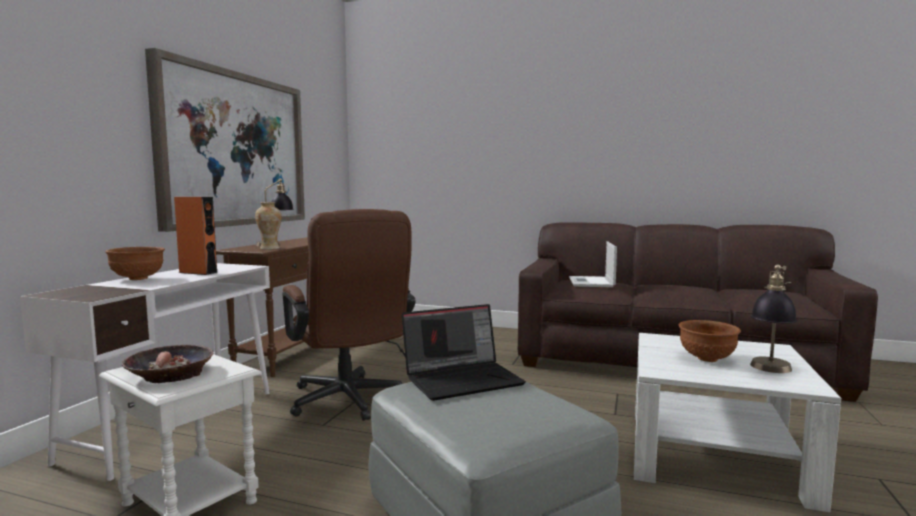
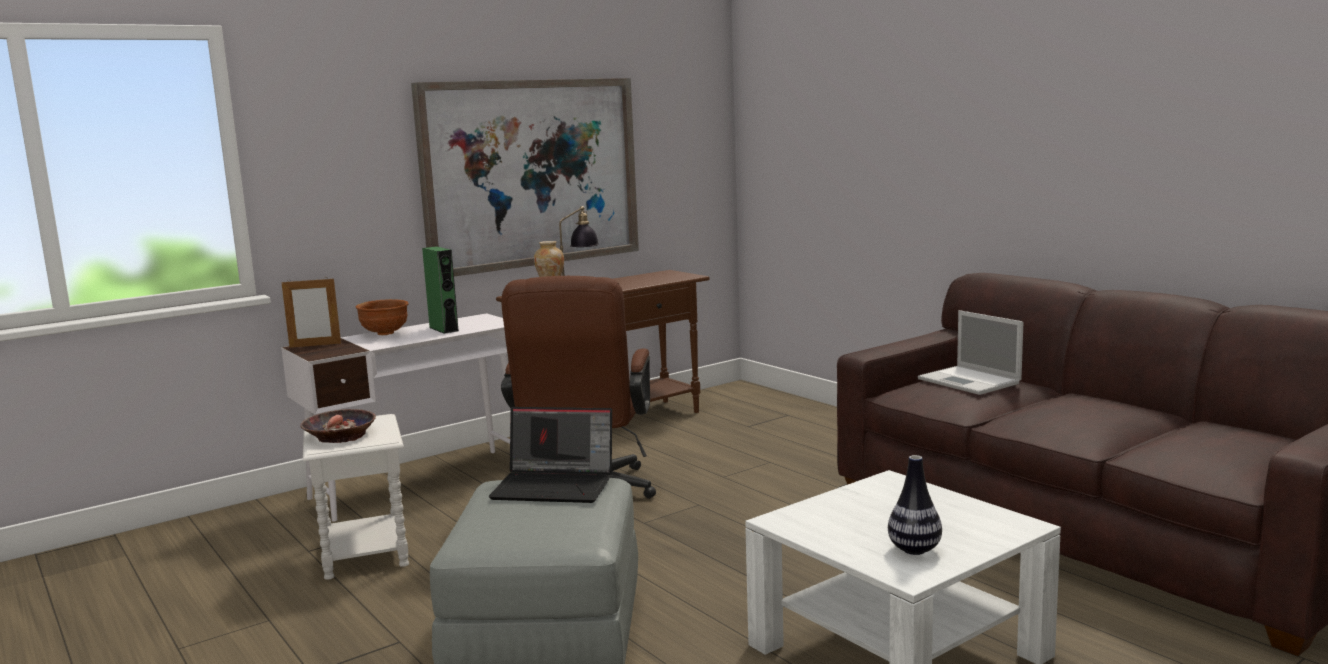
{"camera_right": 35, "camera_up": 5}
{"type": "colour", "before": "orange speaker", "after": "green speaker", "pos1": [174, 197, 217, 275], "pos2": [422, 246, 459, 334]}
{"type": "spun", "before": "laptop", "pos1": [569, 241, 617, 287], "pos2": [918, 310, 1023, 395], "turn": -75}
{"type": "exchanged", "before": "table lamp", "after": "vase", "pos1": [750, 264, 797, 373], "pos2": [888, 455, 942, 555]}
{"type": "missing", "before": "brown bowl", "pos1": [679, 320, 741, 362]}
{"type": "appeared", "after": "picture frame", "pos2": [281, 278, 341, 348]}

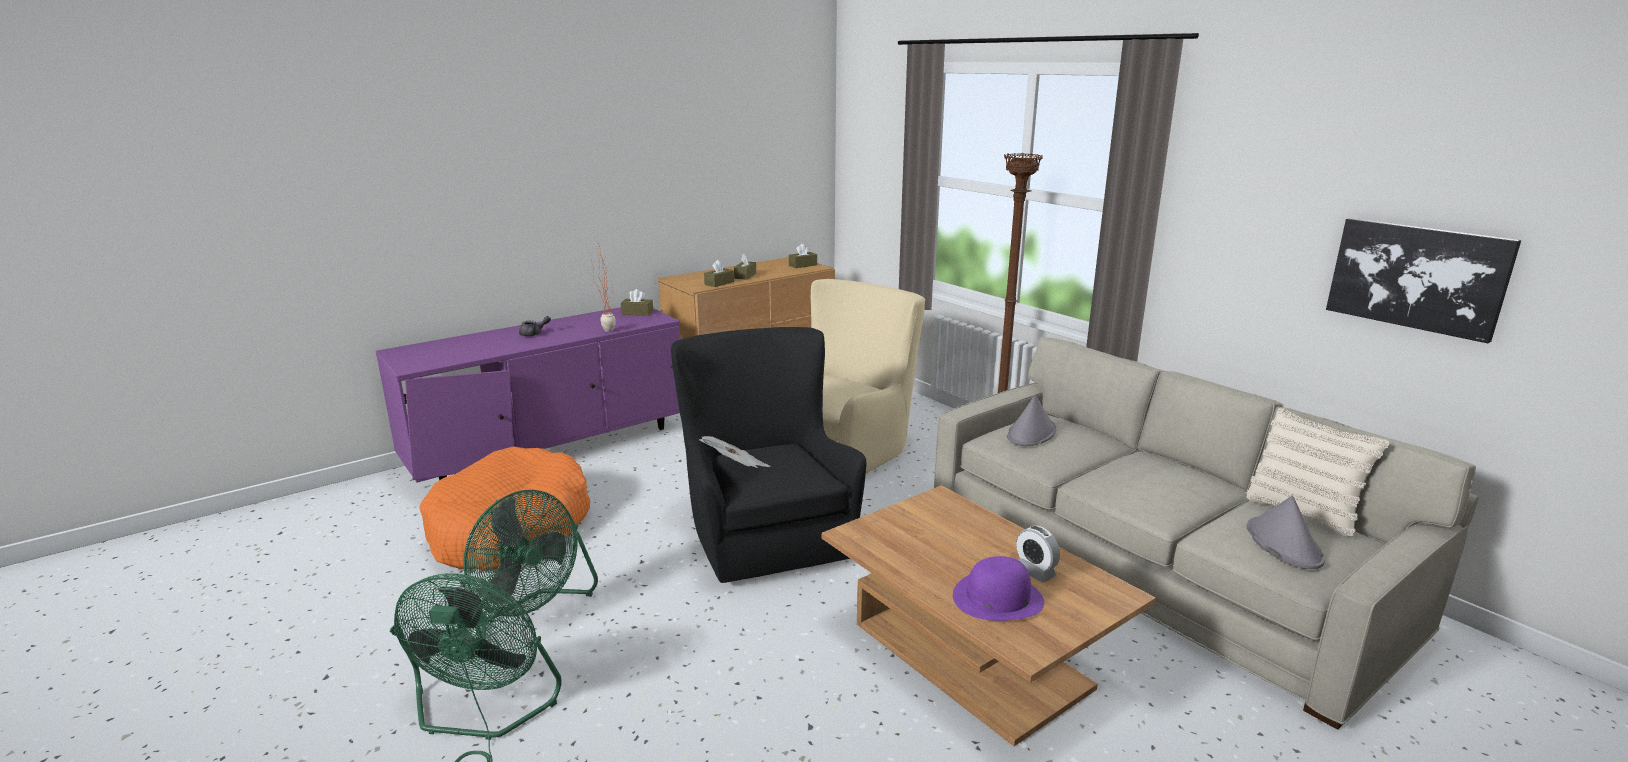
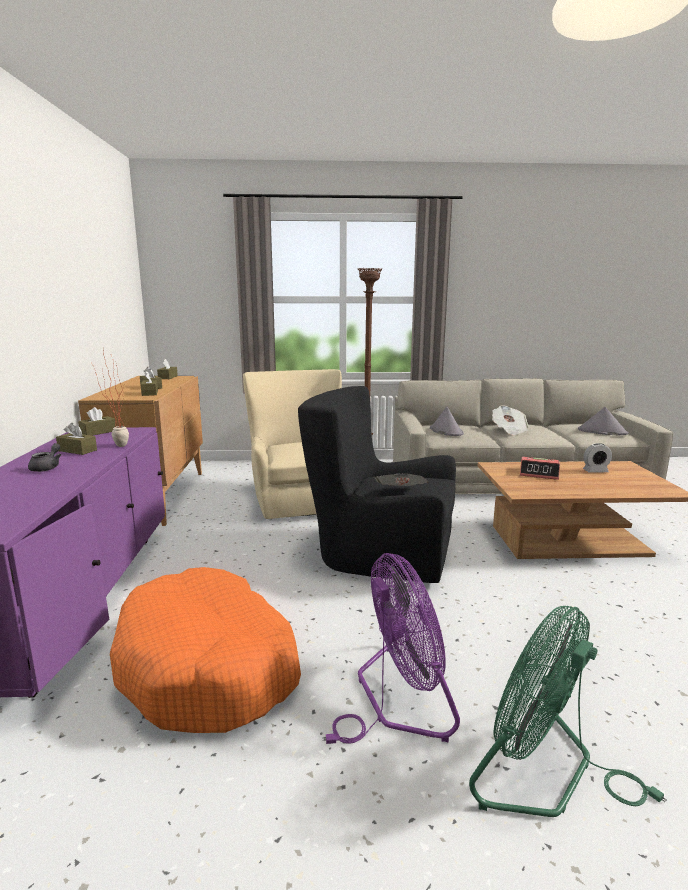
{"camera_right": -55, "camera_up": -5}
{"type": "missing", "before": "picture", "pos1": [1326, 218, 1521, 343]}
{"type": "missing", "before": "beige pillow", "pos1": [1247, 408, 1389, 537]}
{"type": "colour", "before": "green fan", "after": "purple fan", "pos1": [459, 490, 598, 639], "pos2": [323, 553, 460, 744]}
{"type": "missing", "before": "purple hat", "pos1": [953, 556, 1044, 621]}
{"type": "appeared", "after": "newspaper", "pos2": [492, 405, 529, 435]}
{"type": "appeared", "after": "brown tissue box", "pos2": [56, 423, 97, 455]}
{"type": "appeared", "after": "alarm clock", "pos2": [520, 457, 560, 480]}

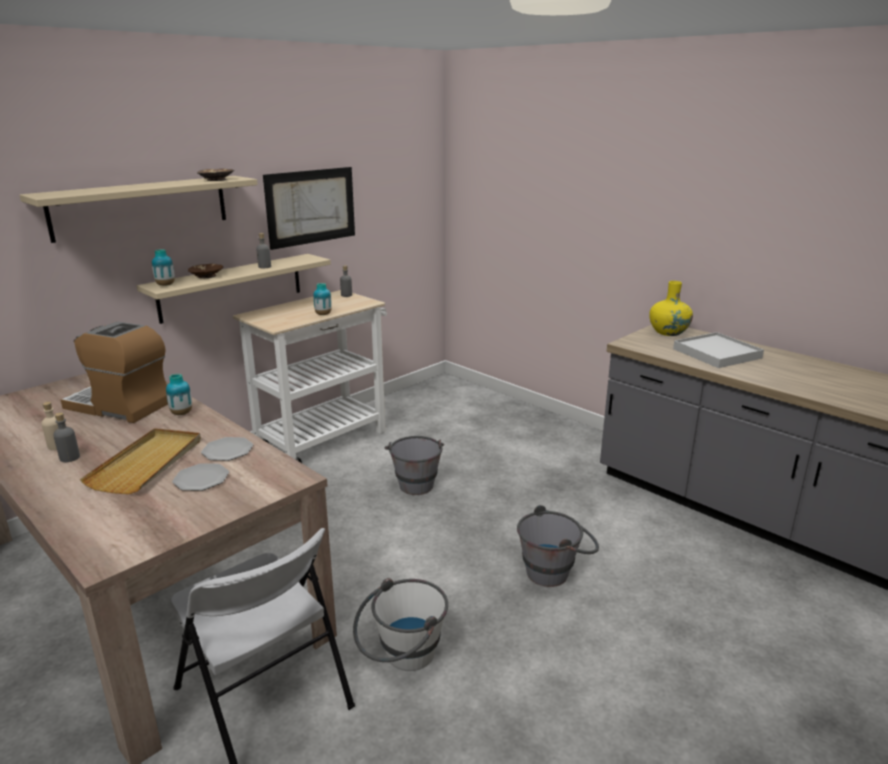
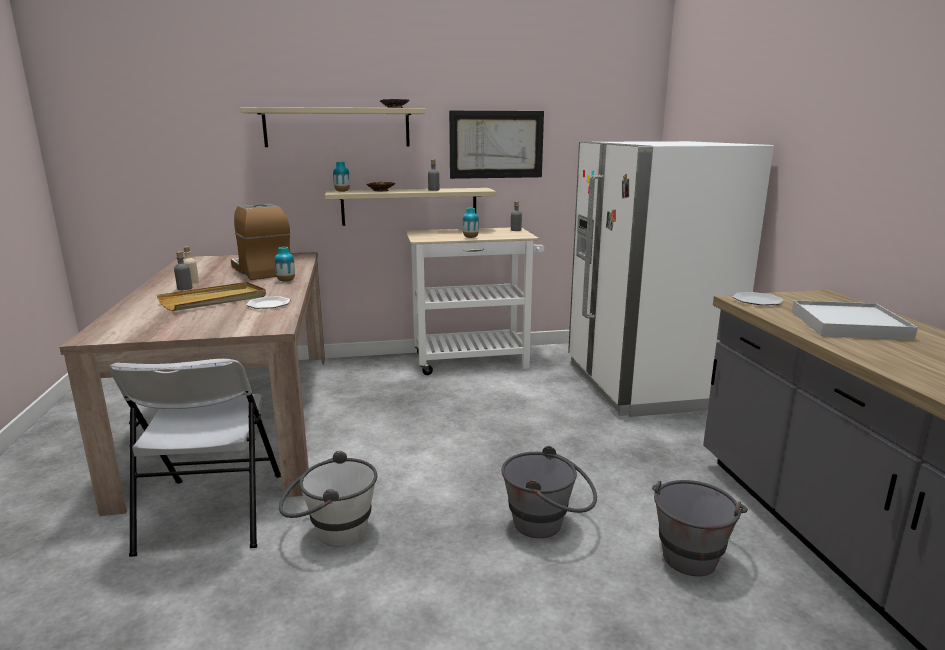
{"camera_right": 35, "camera_up": -5}
{"type": "missing", "before": "yellow vase", "pos1": [649, 281, 693, 336]}
{"type": "relocated", "before": "grey bucket", "pos1": [385, 436, 444, 495], "pos2": [652, 480, 748, 576]}
{"type": "relocated", "before": "plate", "pos1": [172, 463, 229, 491], "pos2": [732, 292, 784, 305]}
{"type": "appeared", "after": "white fridge", "pos2": [568, 141, 774, 417]}

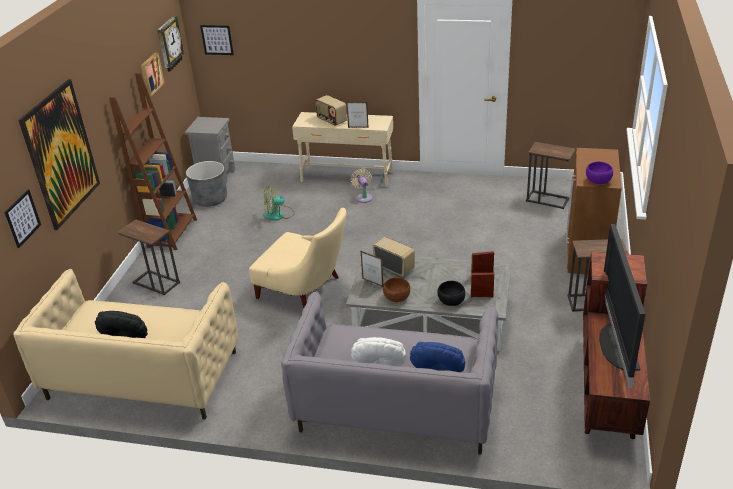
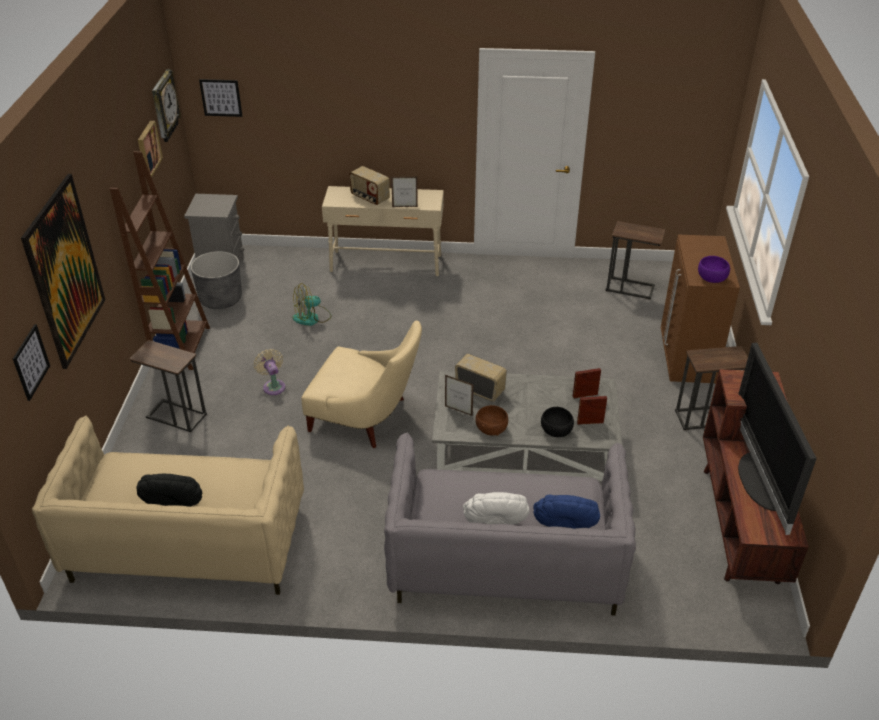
{"camera_right": -10, "camera_up": 5}
{"type": "relocated", "before": "beige fan", "pos1": [351, 168, 373, 203], "pos2": [254, 349, 286, 395]}

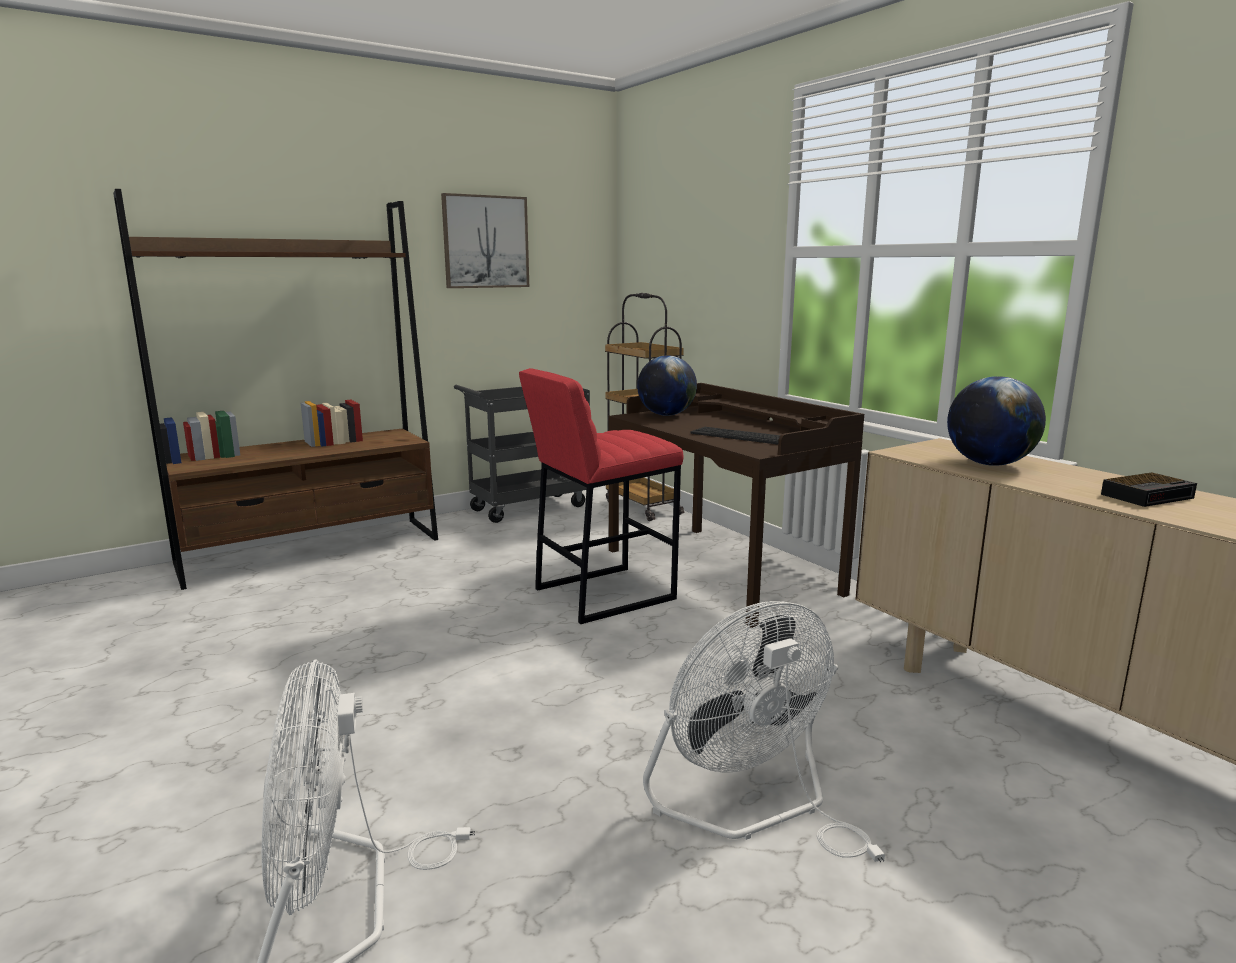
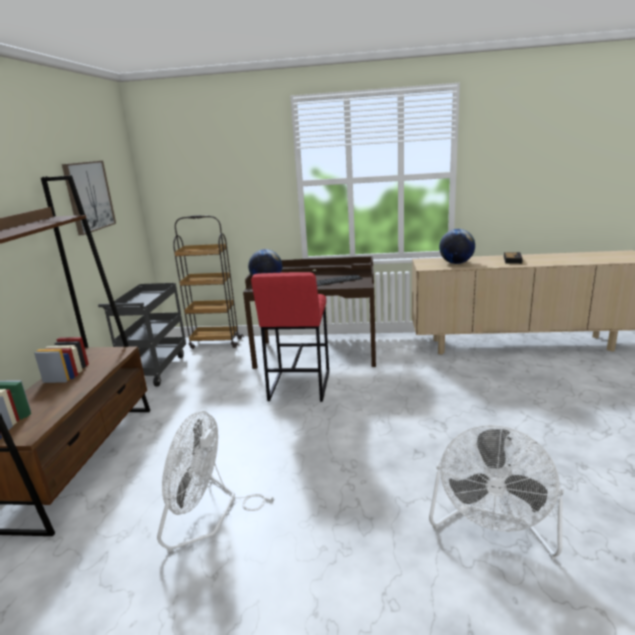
{"camera_right": -50, "camera_up": 5}
{"type": "relocated", "before": "white fan", "pos1": [643, 601, 885, 862], "pos2": [157, 411, 274, 552]}

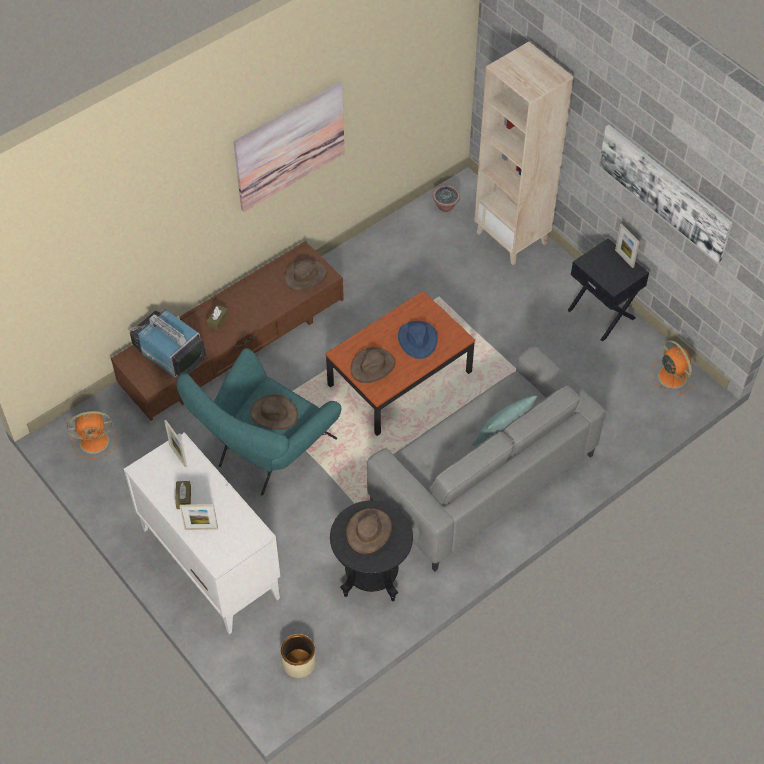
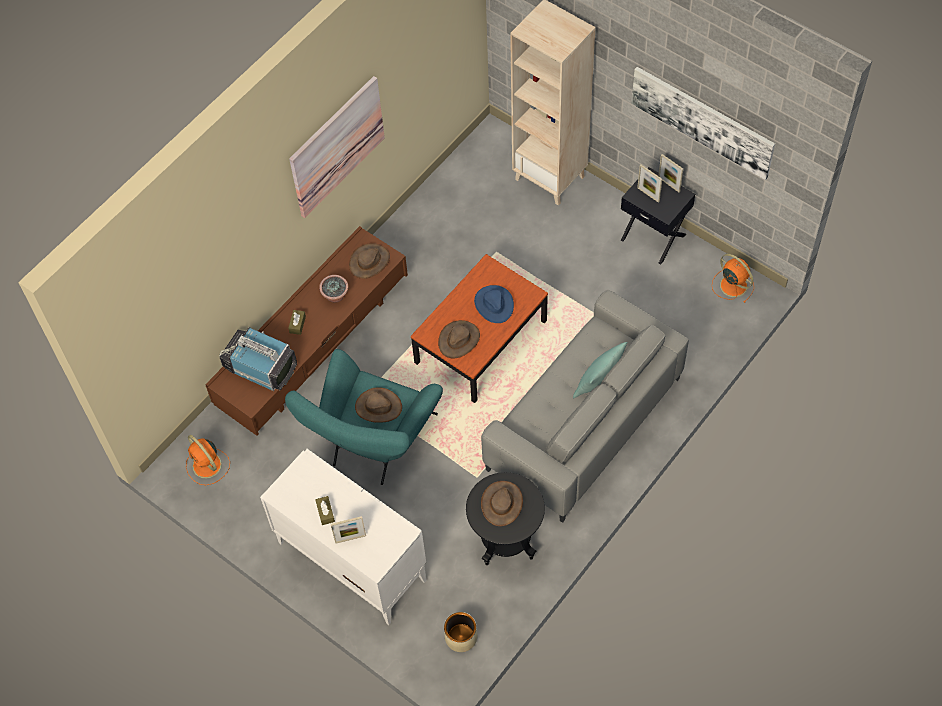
{"camera_right": -10, "camera_up": 5}
{"type": "relocated", "before": "potted plant", "pos1": [433, 185, 460, 212], "pos2": [319, 275, 349, 303]}
{"type": "spun", "before": "orange fan", "pos1": [67, 411, 117, 459], "pos2": [186, 435, 230, 485], "turn": 75}
{"type": "relocated", "before": "picture frame", "pos1": [164, 420, 187, 468], "pos2": [637, 164, 662, 203]}

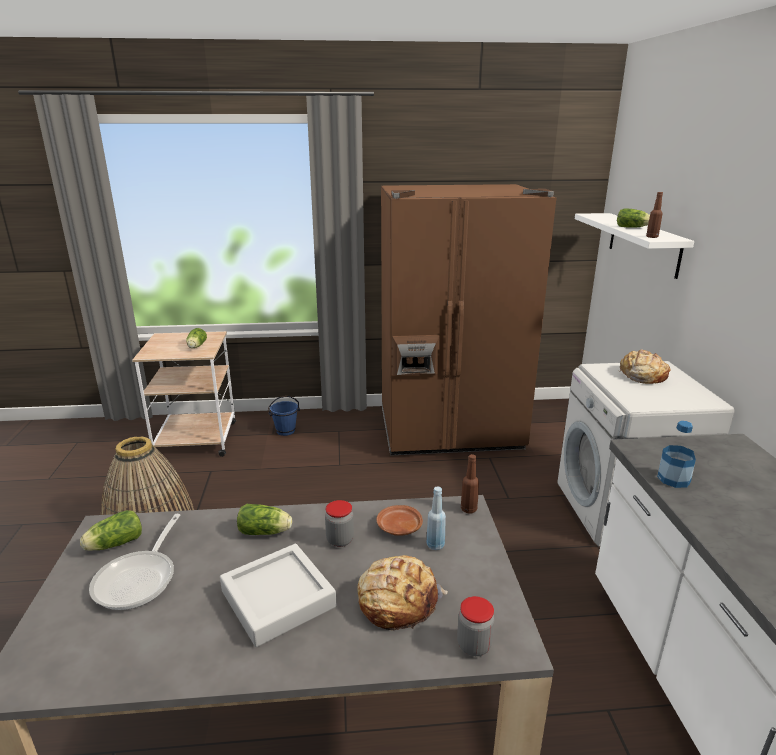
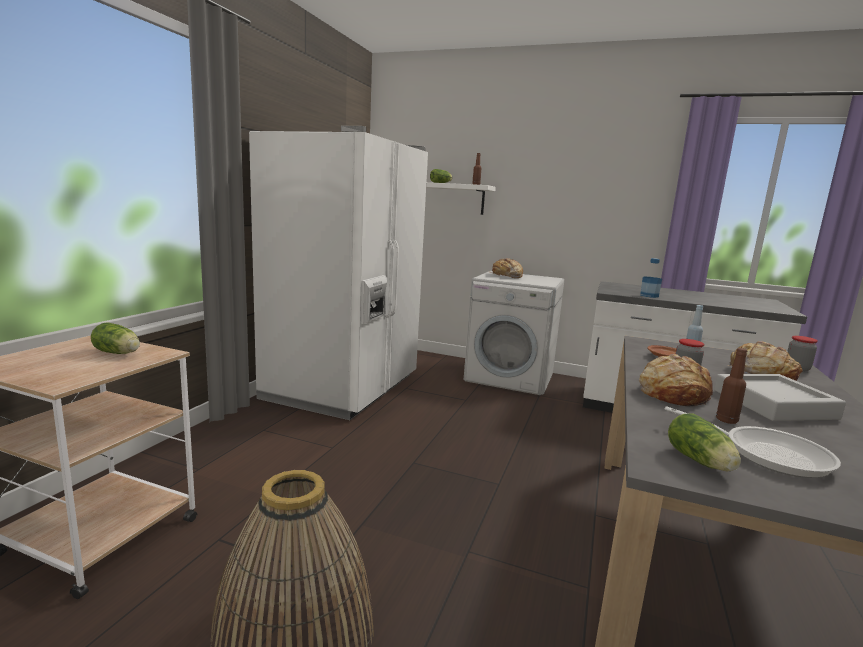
{"camera_right": -65, "camera_up": -10}
{"type": "colour", "before": "brown fridge", "after": "white fridge", "pos1": [381, 184, 556, 456], "pos2": [249, 126, 428, 420]}
{"type": "missing", "before": "blue bucket", "pos1": [268, 396, 300, 436]}
{"type": "relocated", "before": "brown bottle", "pos1": [461, 454, 479, 514], "pos2": [716, 348, 747, 424]}
{"type": "exchanged", "before": "lettuce", "after": "bread", "pos1": [237, 504, 292, 535], "pos2": [639, 354, 713, 406]}

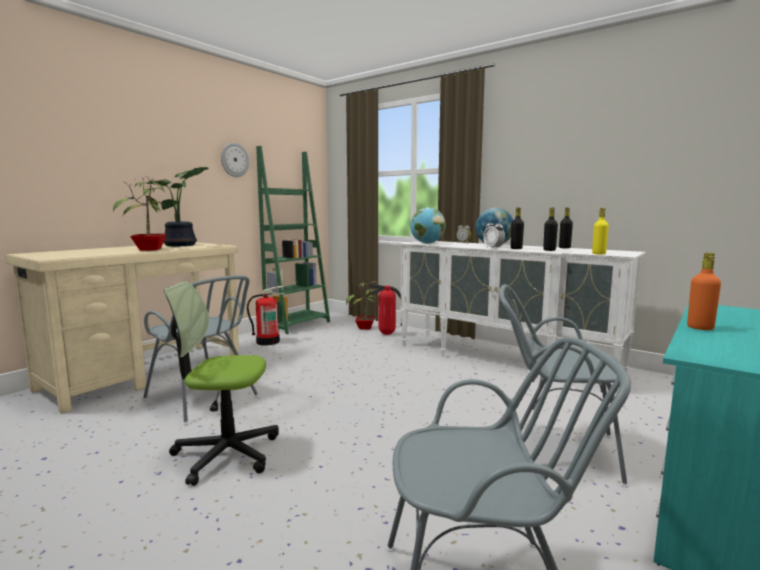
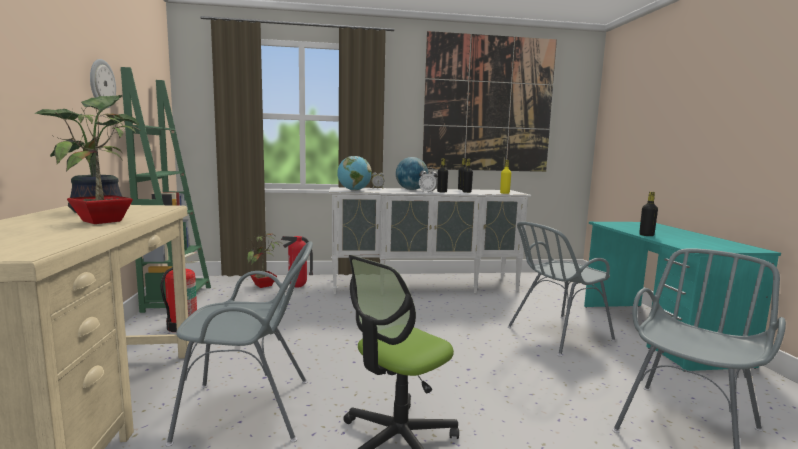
{"camera_right": -45, "camera_up": 0}
{"type": "colour", "before": "orange bottle", "after": "black bottle", "pos1": [687, 253, 721, 330], "pos2": [639, 192, 658, 236]}
{"type": "appeared", "after": "picture", "pos2": [423, 31, 557, 172]}

